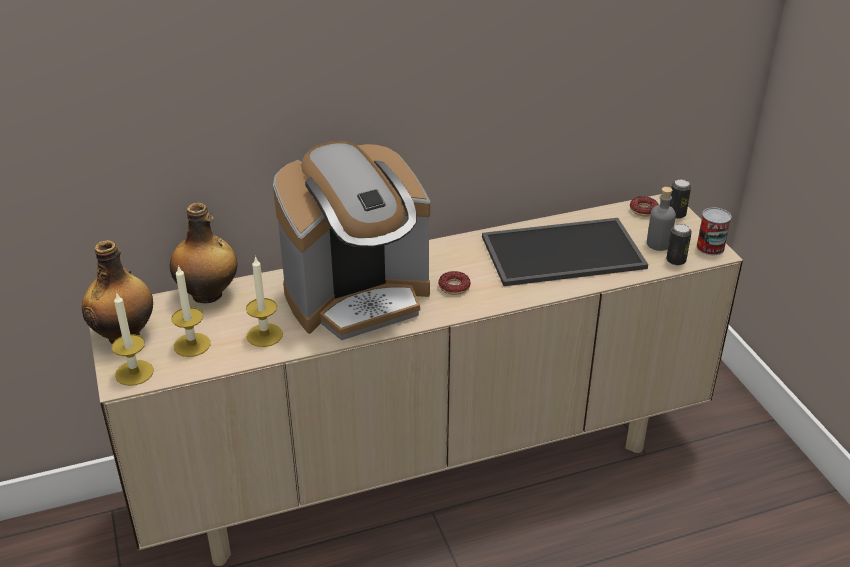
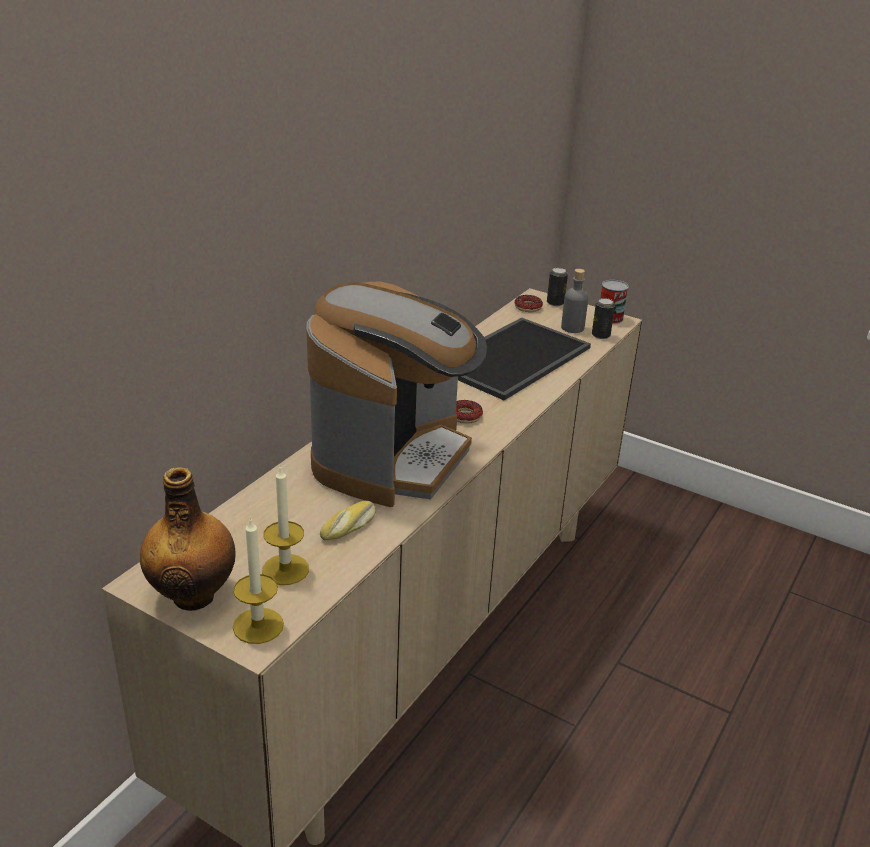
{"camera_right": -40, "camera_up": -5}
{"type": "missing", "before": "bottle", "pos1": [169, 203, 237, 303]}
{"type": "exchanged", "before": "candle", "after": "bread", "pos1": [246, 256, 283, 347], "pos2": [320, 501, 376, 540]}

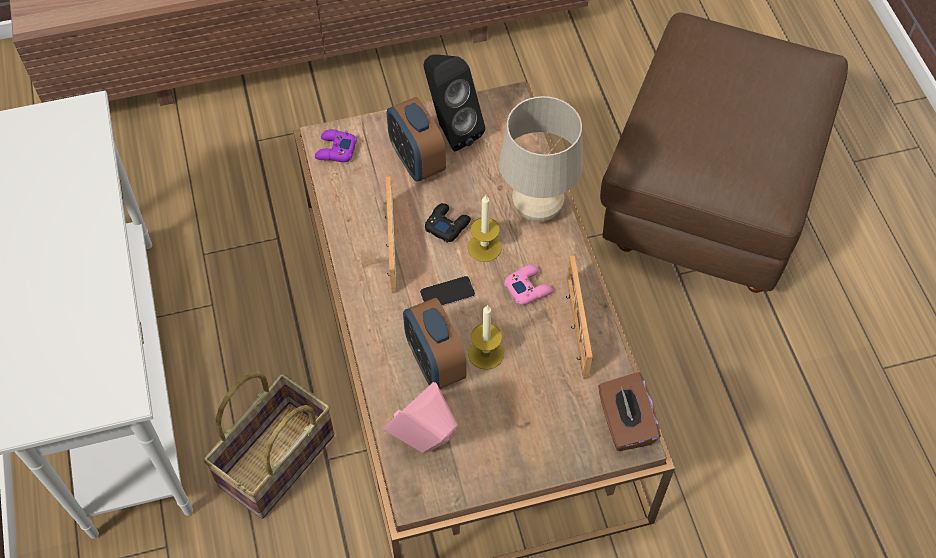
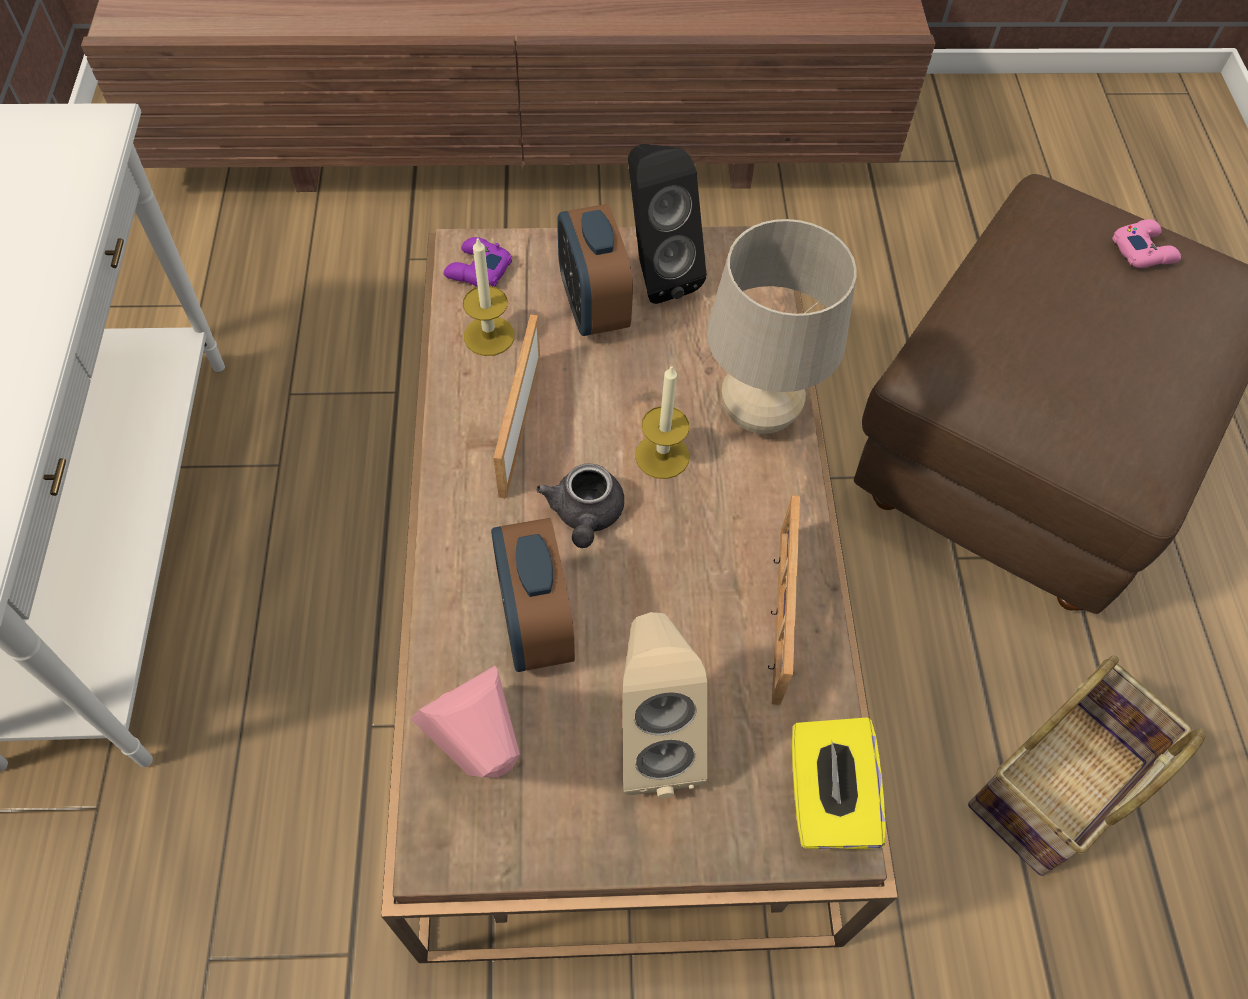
{"camera_right": 10, "camera_up": 0}
{"type": "missing", "before": "black game controller", "pos1": [425, 203, 471, 242]}
{"type": "relocated", "before": "pink game controller", "pos1": [504, 265, 553, 305], "pos2": [1112, 219, 1181, 268]}
{"type": "exchanged", "before": "phone", "after": "grey teapot", "pos1": [420, 276, 475, 307], "pos2": [536, 463, 624, 548]}
{"type": "relocated", "before": "candle", "pos1": [468, 305, 504, 370], "pos2": [463, 237, 514, 356]}
{"type": "relocated", "before": "basket", "pos1": [203, 371, 334, 519], "pos2": [968, 655, 1206, 876]}
{"type": "colour", "before": "brown tissue box", "after": "yellow tissue box", "pos1": [598, 372, 661, 451], "pos2": [792, 717, 885, 849]}
{"type": "appeared", "after": "beige speaker", "pos2": [623, 612, 707, 798]}

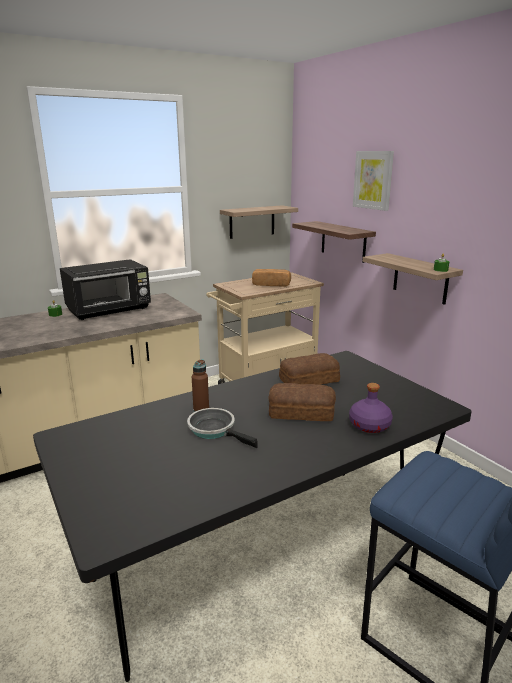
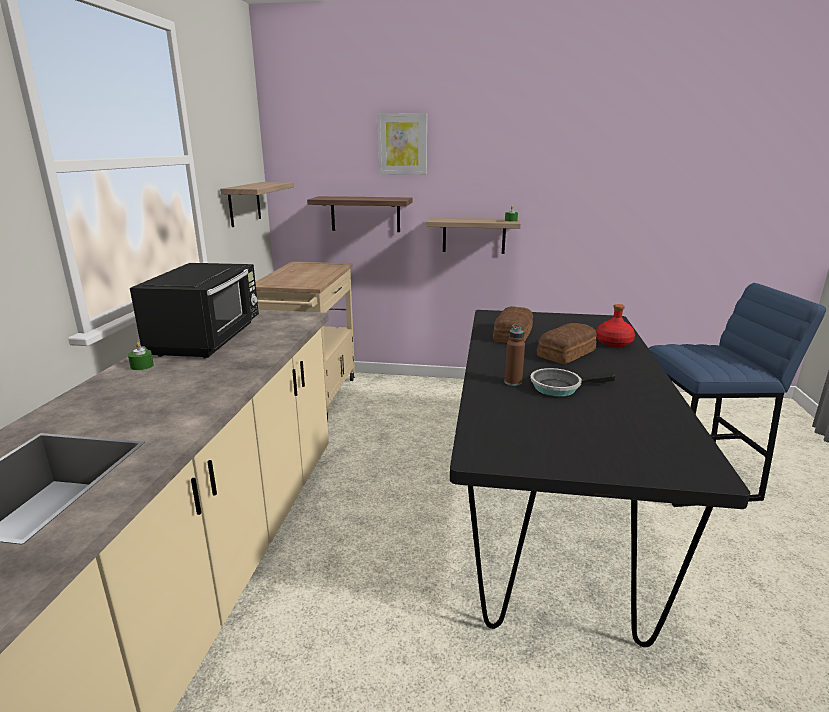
{"camera_right": -50, "camera_up": 0}
{"type": "missing", "before": "bread", "pos1": [252, 269, 291, 287]}
{"type": "colour", "before": "purple bottle", "after": "red bottle", "pos1": [349, 383, 393, 433], "pos2": [596, 304, 635, 347]}

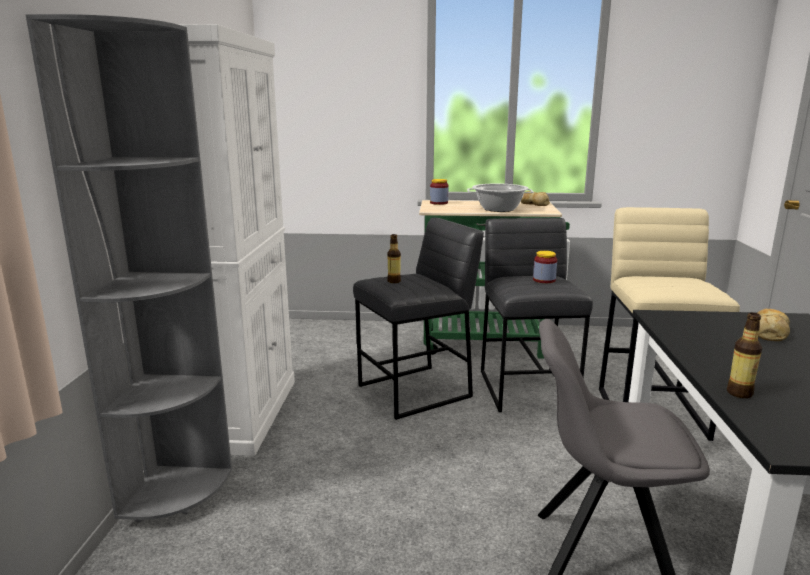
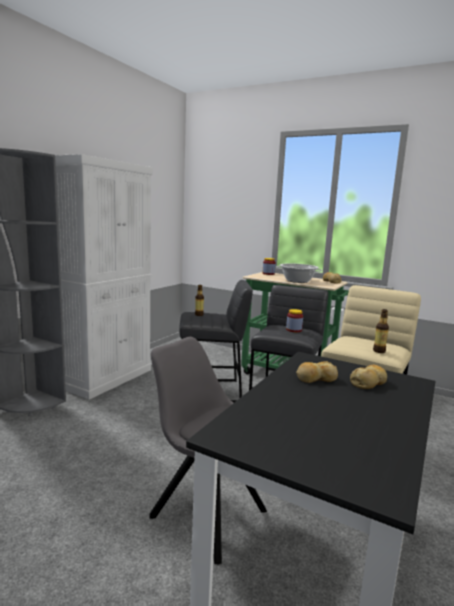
{"camera_right": 25, "camera_up": -5}
{"type": "relocated", "before": "bottle", "pos1": [727, 313, 762, 398], "pos2": [373, 309, 389, 353]}
{"type": "appeared", "after": "bread", "pos2": [296, 361, 338, 383]}

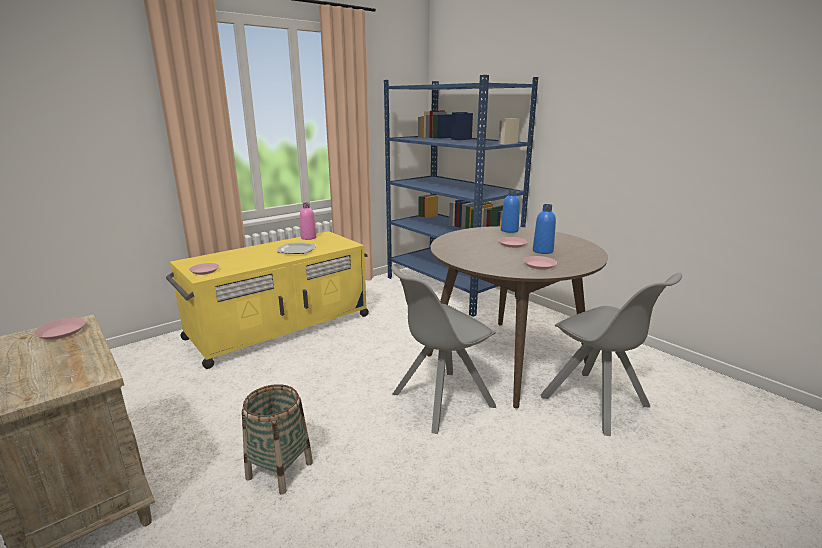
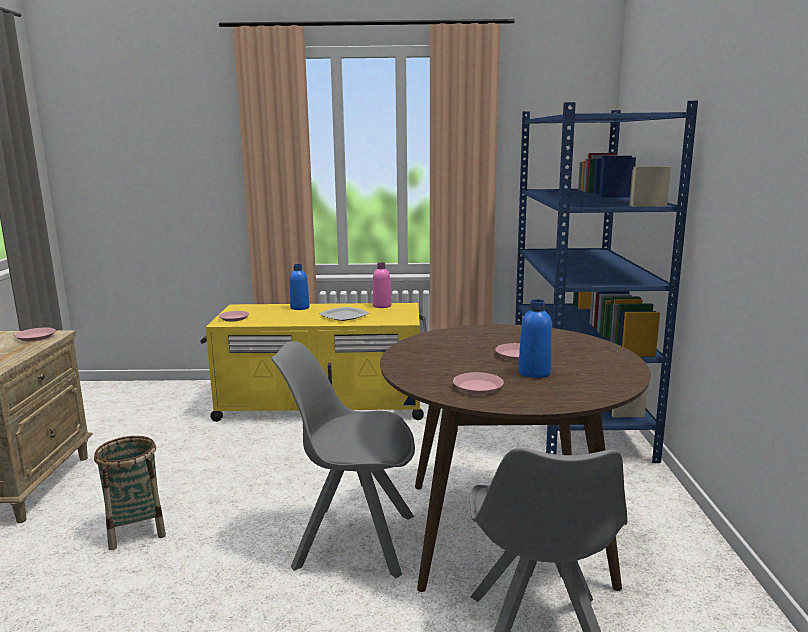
{"camera_right": 40, "camera_up": -5}
{"type": "relocated", "before": "blue bottle", "pos1": [501, 190, 520, 233], "pos2": [290, 264, 309, 310]}

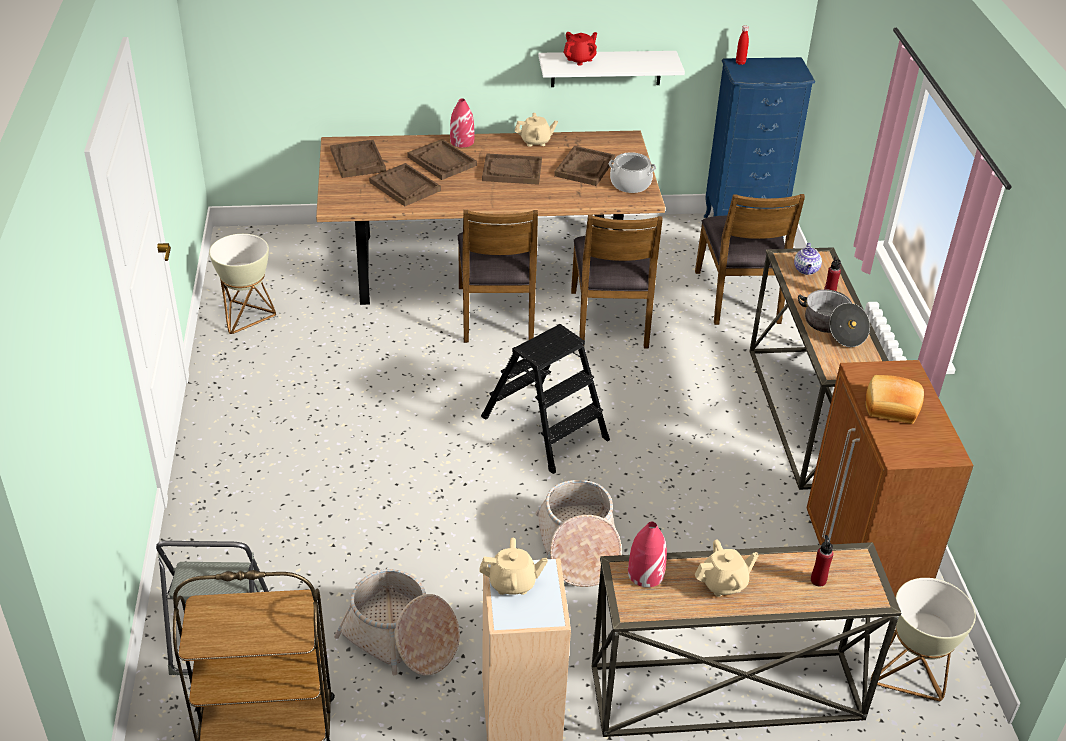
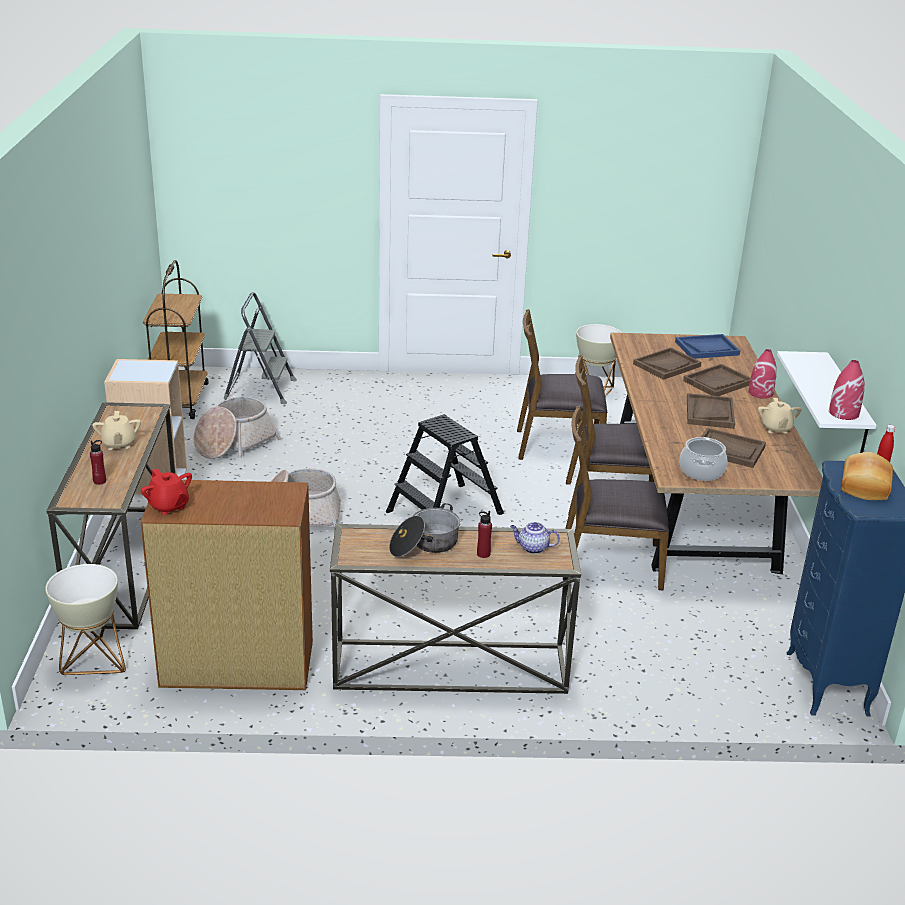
{"camera_right": 95, "camera_up": -10}
{"type": "relocated", "before": "red teapot", "pos1": [563, 32, 597, 65], "pos2": [141, 469, 192, 515]}
{"type": "colour", "before": "brown tray", "after": "blue tray", "pos1": [330, 140, 386, 178], "pos2": [675, 334, 740, 359]}
{"type": "relocated", "before": "brown chair", "pos1": [695, 194, 805, 325], "pos2": [517, 309, 607, 460]}
{"type": "relocated", "before": "bread", "pos1": [865, 375, 924, 424], "pos2": [842, 452, 893, 500]}
{"type": "relocated", "before": "red vase", "pos1": [628, 522, 667, 587], "pos2": [829, 360, 864, 420]}
{"type": "missing", "before": "beige teapot", "pos1": [479, 538, 548, 595]}

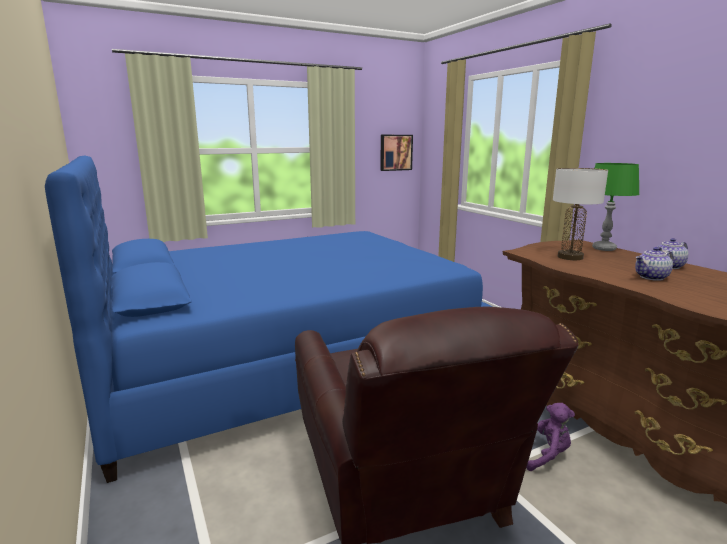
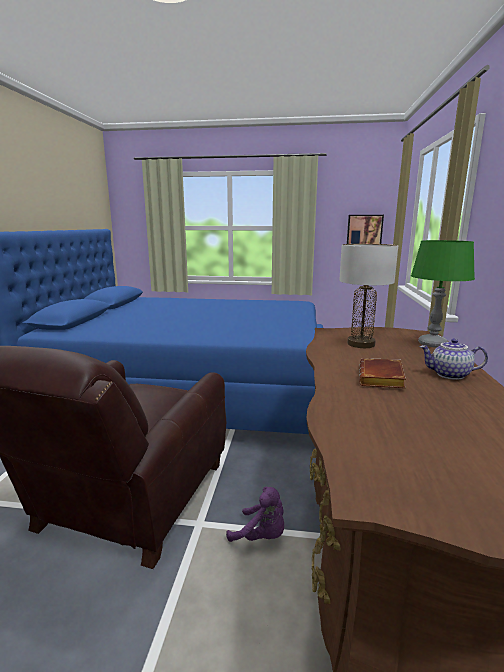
{"camera_right": 35, "camera_up": 0}
{"type": "exchanged", "before": "teapot", "after": "brown book", "pos1": [635, 247, 674, 281], "pos2": [359, 358, 406, 388]}

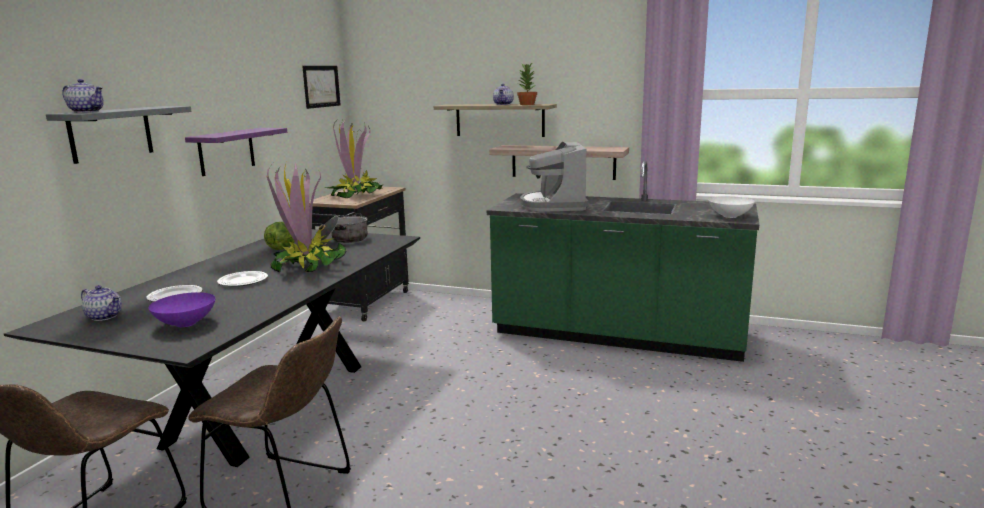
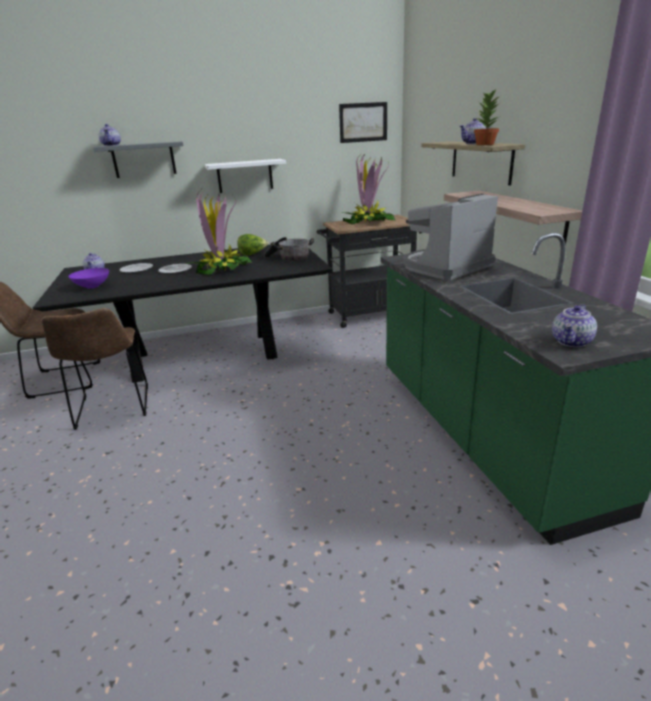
{"camera_right": 55, "camera_up": 10}
{"type": "colour", "before": "purple shelf", "after": "white shelf", "pos1": [185, 128, 287, 176], "pos2": [205, 159, 286, 193]}
{"type": "exchanged", "before": "white bowl", "after": "teapot", "pos1": [708, 196, 755, 218], "pos2": [552, 305, 597, 347]}

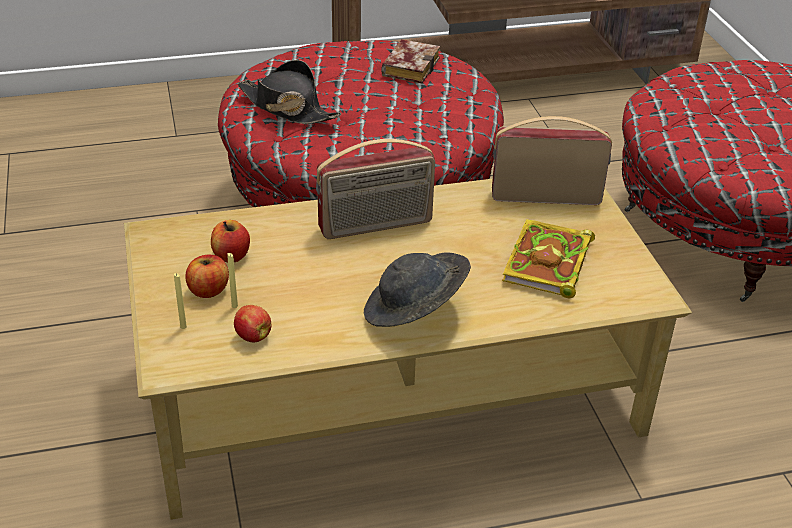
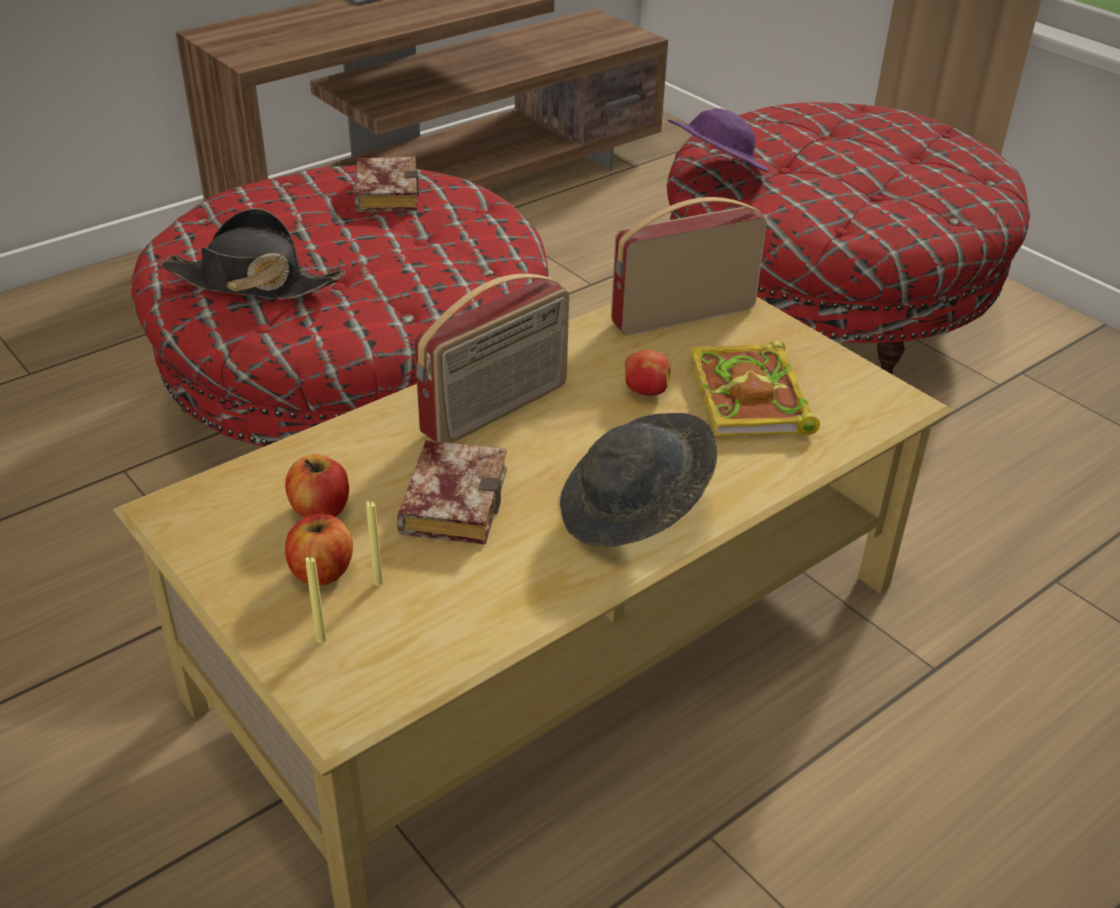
{"camera_right": -25, "camera_up": 0}
{"type": "relocated", "before": "apple", "pos1": [234, 305, 271, 343], "pos2": [625, 350, 671, 396]}
{"type": "appeared", "after": "purple hat", "pos2": [668, 108, 769, 172]}
{"type": "appeared", "after": "book", "pos2": [397, 440, 507, 545]}

